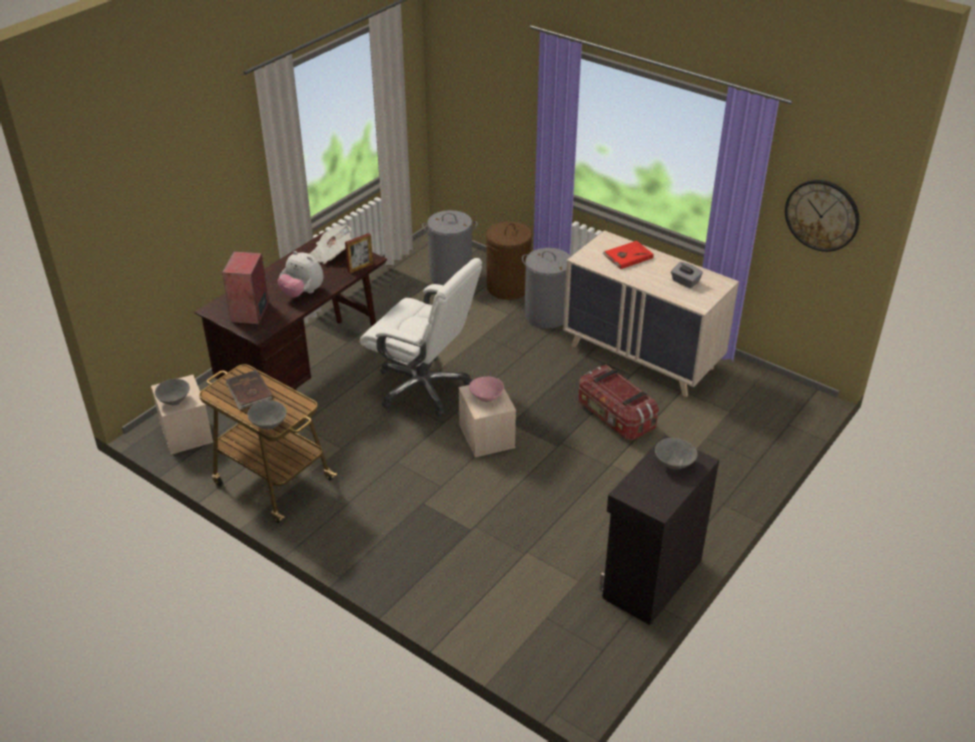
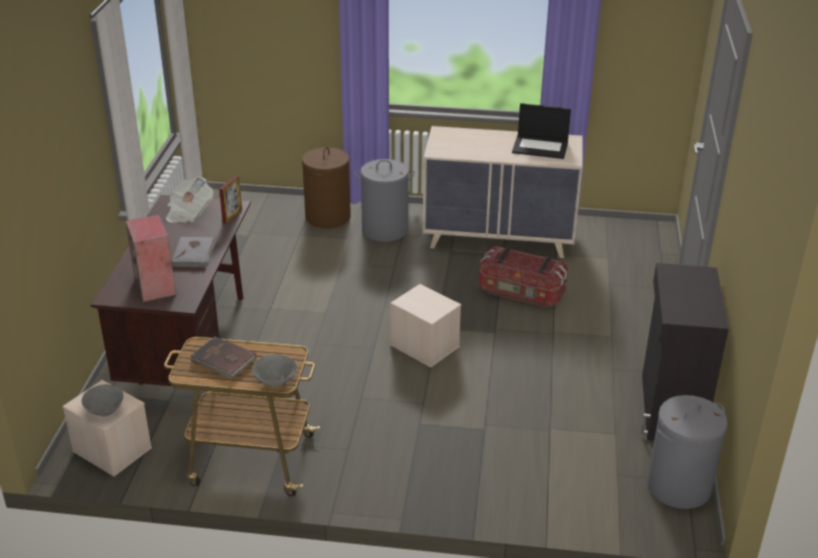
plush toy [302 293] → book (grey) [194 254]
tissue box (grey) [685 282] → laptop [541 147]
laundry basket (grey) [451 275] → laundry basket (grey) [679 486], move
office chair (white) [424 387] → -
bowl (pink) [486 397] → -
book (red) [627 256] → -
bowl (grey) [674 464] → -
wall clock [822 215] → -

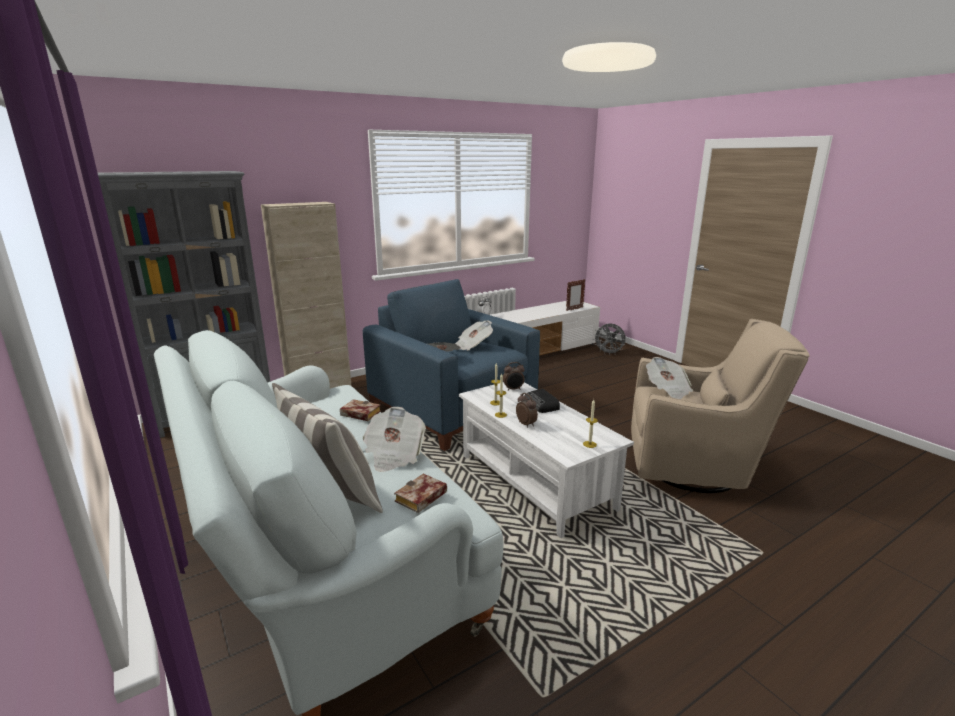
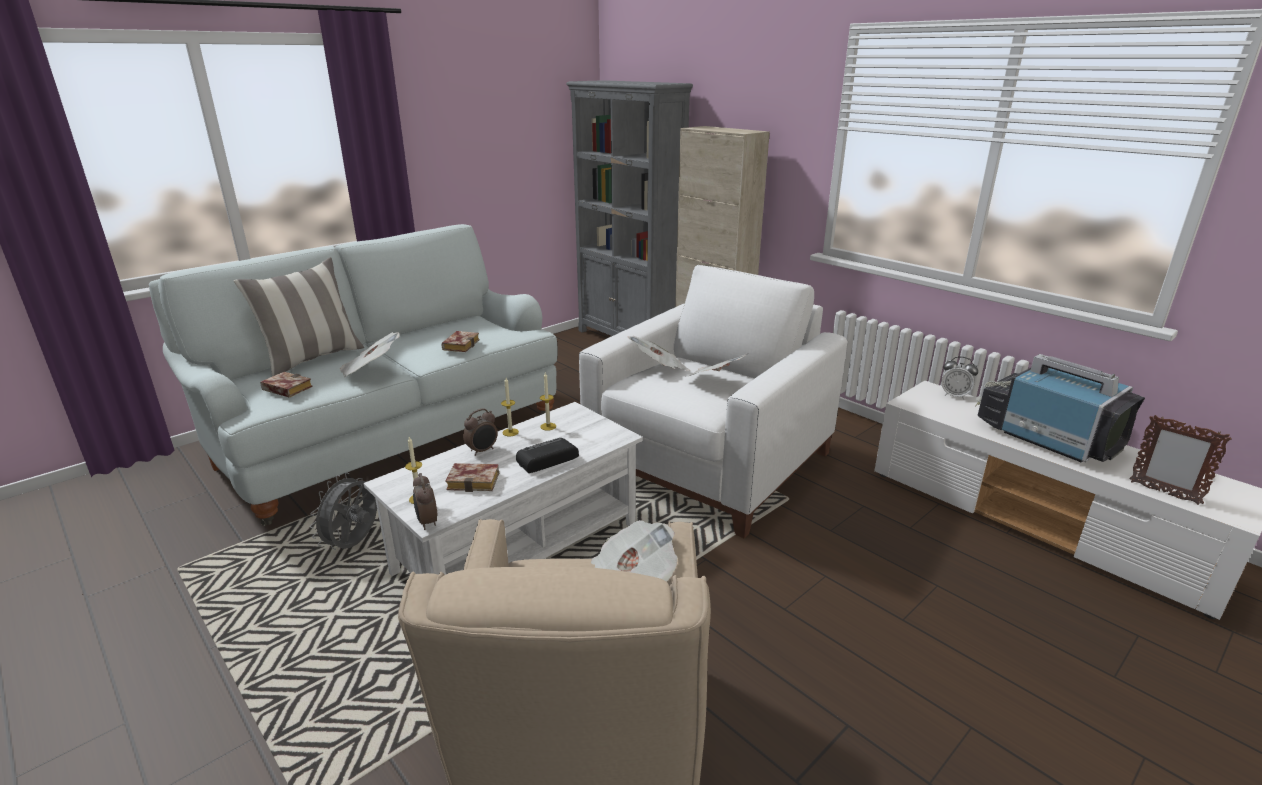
fan (grey) [608 353] → fan (grey) [354 544], move
alarm clock [513 389] → alarm clock [427 522], move
- → book [476 481]
armchair (blue) [454 409] → armchair (white) [709 463]
- → television [1046 437]

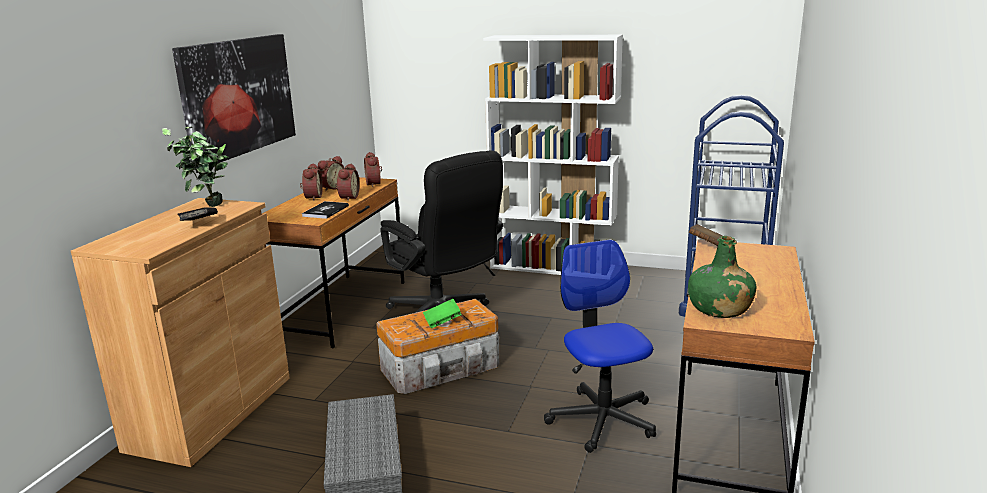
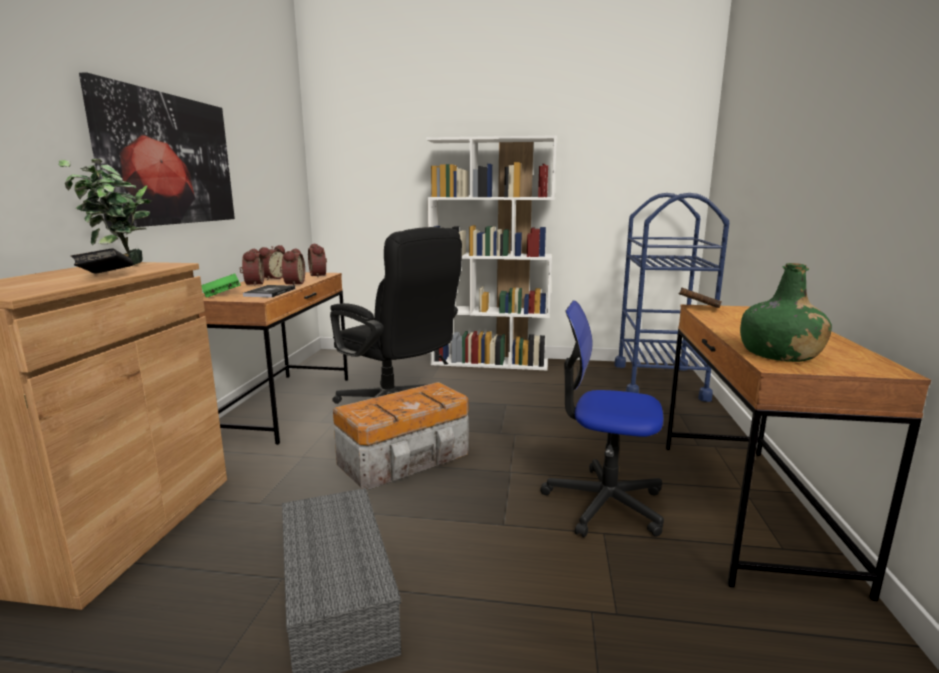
book (green) [442 321] → book (green) [221 294], move
office chair [602 420] → office chair [604 503], 45 degrees counterclockwise

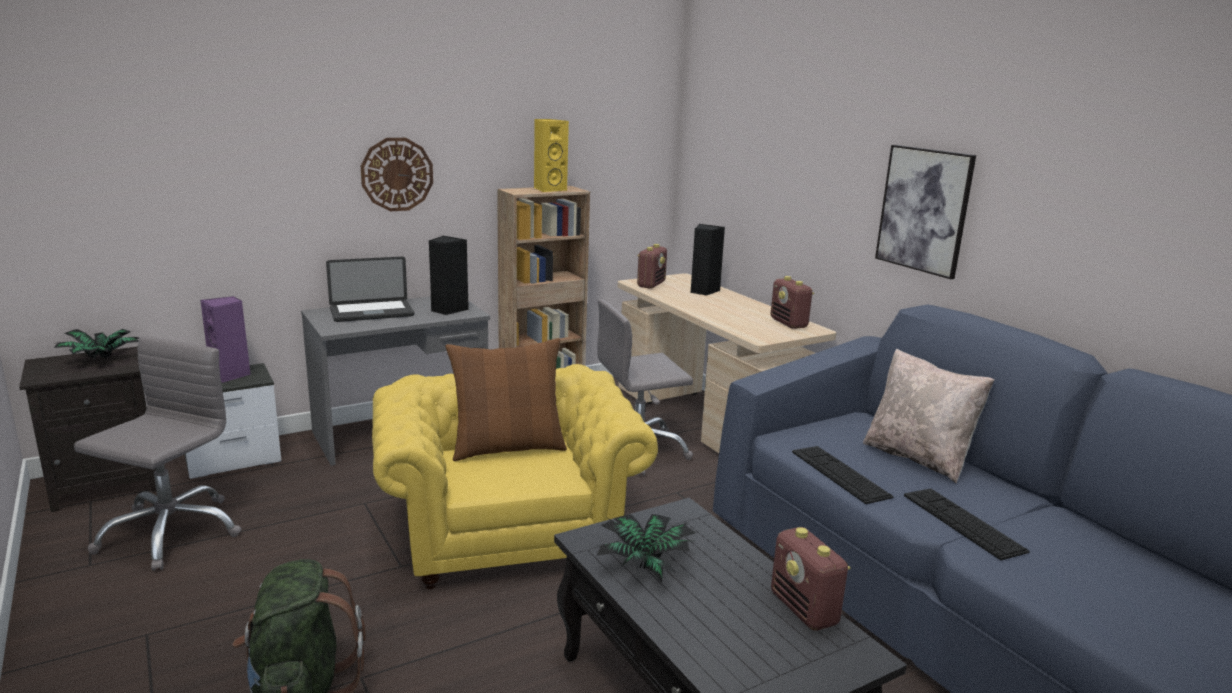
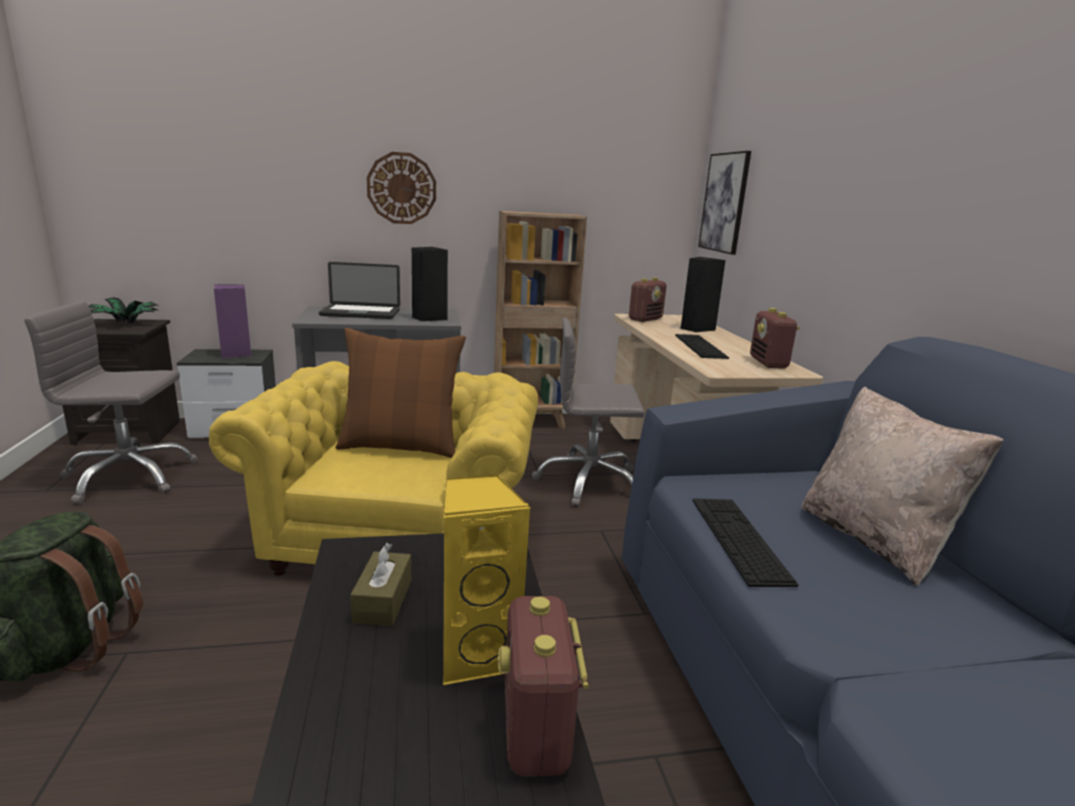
office chair (grey) [170 532] → office chair (grey) [129 476], 135 degrees counterclockwise
potted plant [645 564] → tissue box (brown) [383 600]
speaker (yellow) [549 189] → speaker (yellow) [477 654], move
keyboard [962 522] → keyboard [700 346], move
picture [924 210] → picture [724 203], move

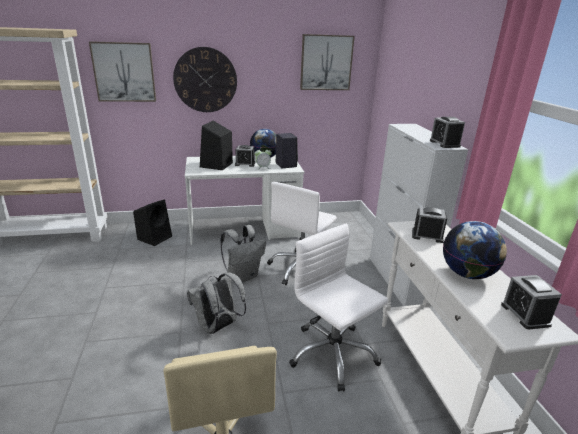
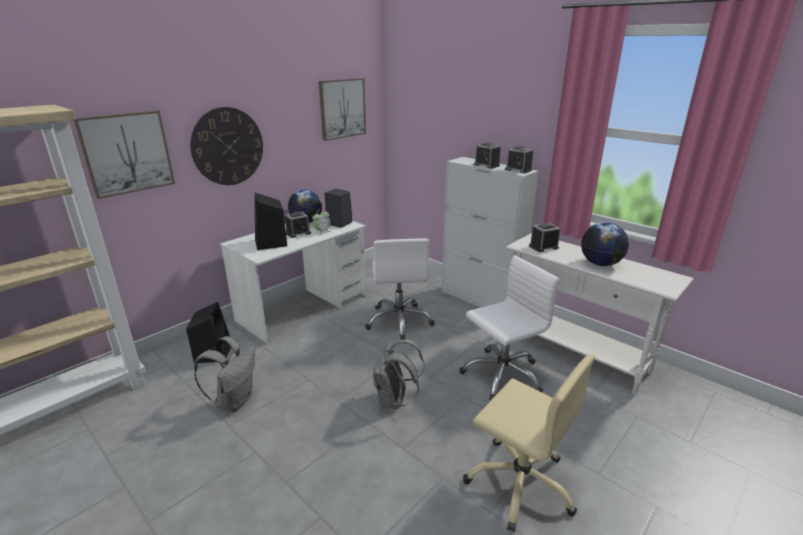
backpack (grey) [243 276] → backpack (grey) [234 400], move
office chair (white) [332 354] → office chair (white) [502 375], 135 degrees clockwise
alarm clock [525 314] → alarm clock [486 165], move

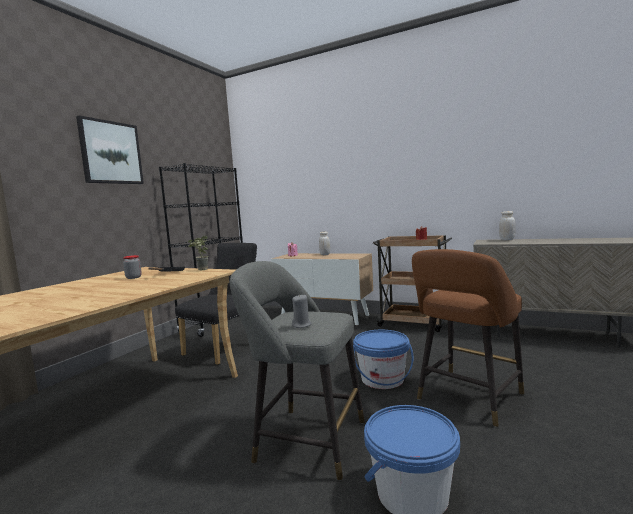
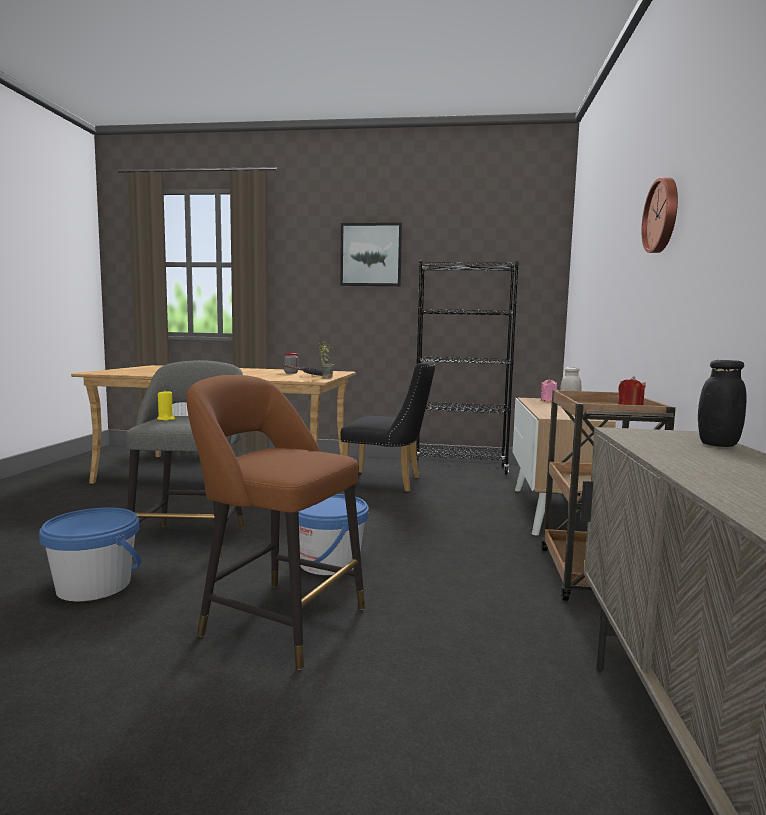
candle (grey) [302 325] → candle (yellow) [166 419]
- → wall clock [663 215]
jar (white) [507 240] → jar (black) [718 444]

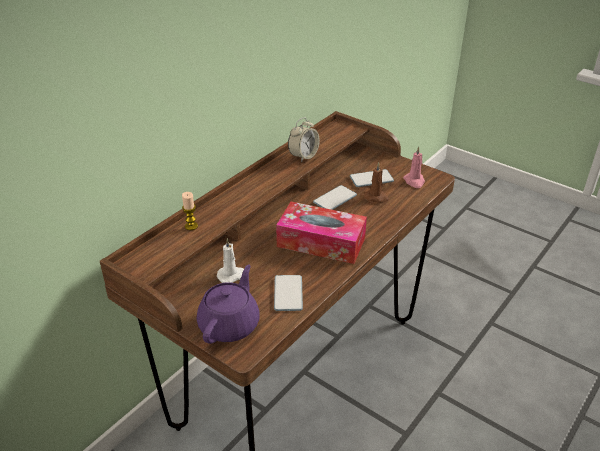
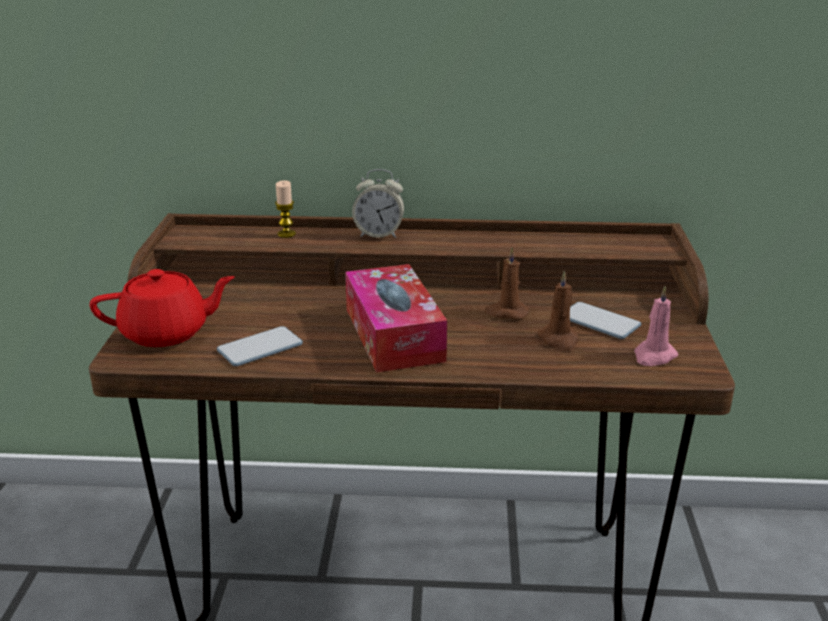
teapot (purple) [230 324] → teapot (red) [167 333]
alarm clock [303 156] → alarm clock [379 234], move
phone [335 199] → candle (brown) [506 312]
candle (white) [231 275] → -

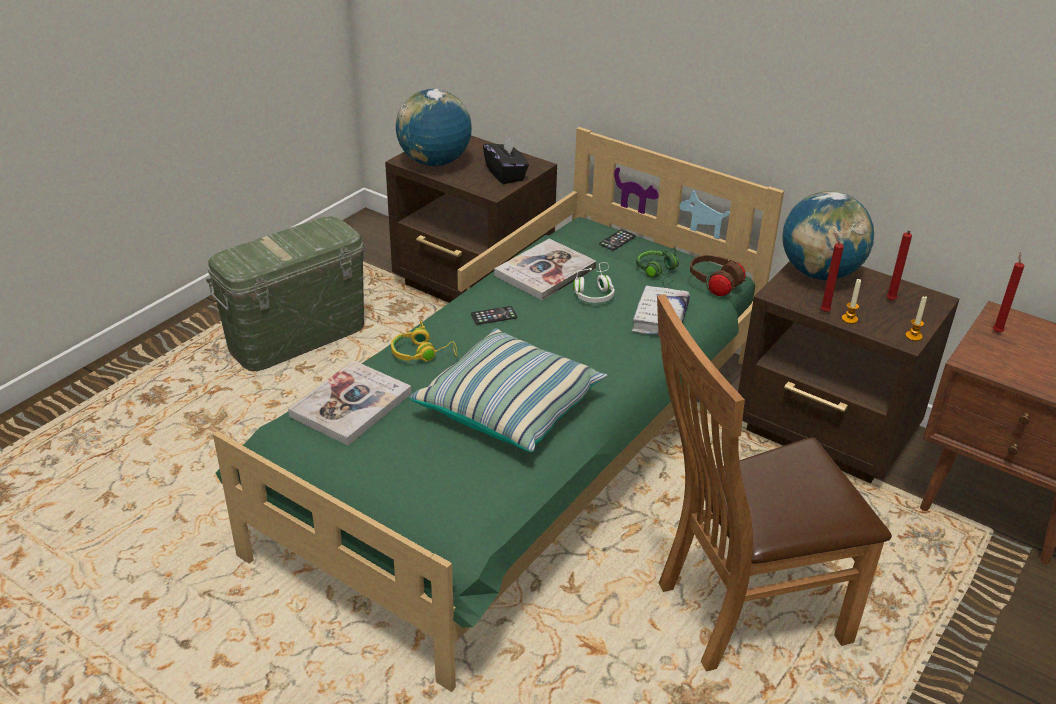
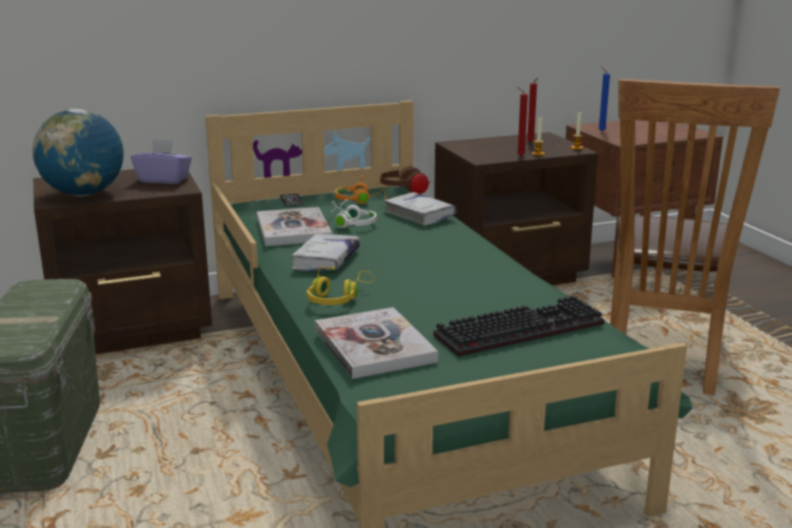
tissue box (black) [505 174] → tissue box (purple) [164 180]
phone [494 316] → book (white) [326 260]
headphones (green) [658 272] → headphones (orange) [360 201]
- → keyboard [520 328]
candle (red) [997 331] → candle (blue) [600 131]
pillow [510 407] → -
globe [819 274] → -

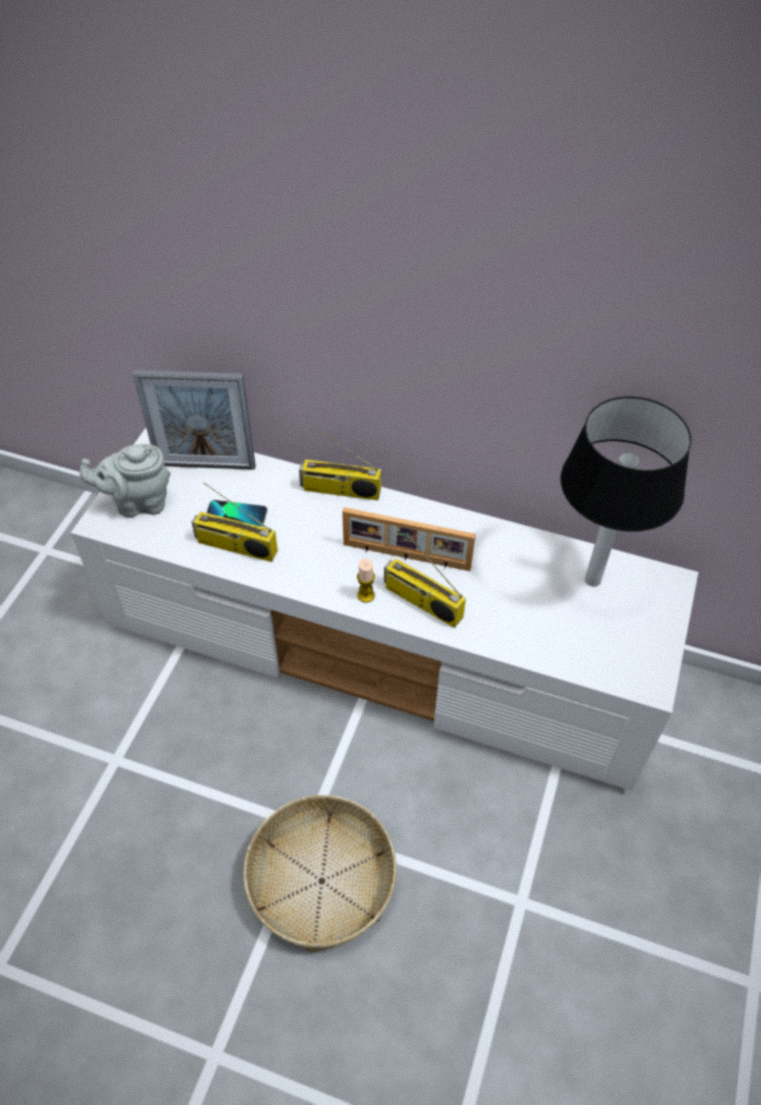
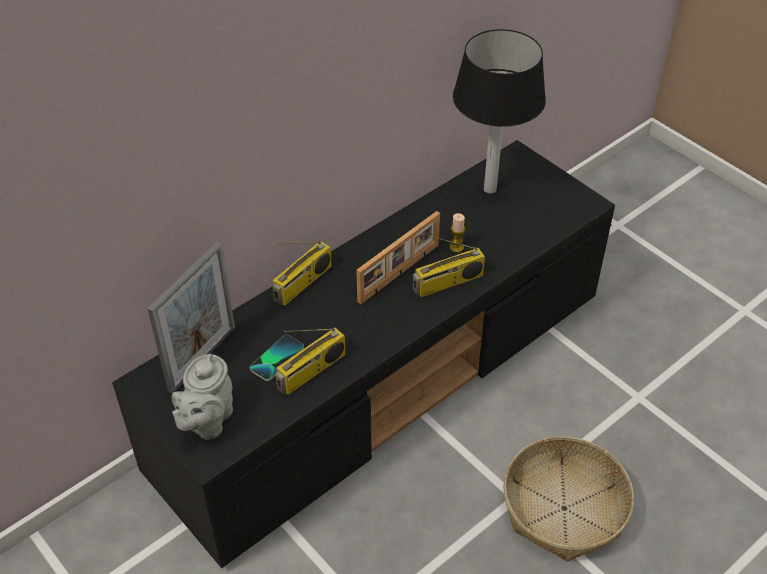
tv stand (white) [383 647] → tv stand (black) [384 380]
candle [366 595] → candle [456 247], move

